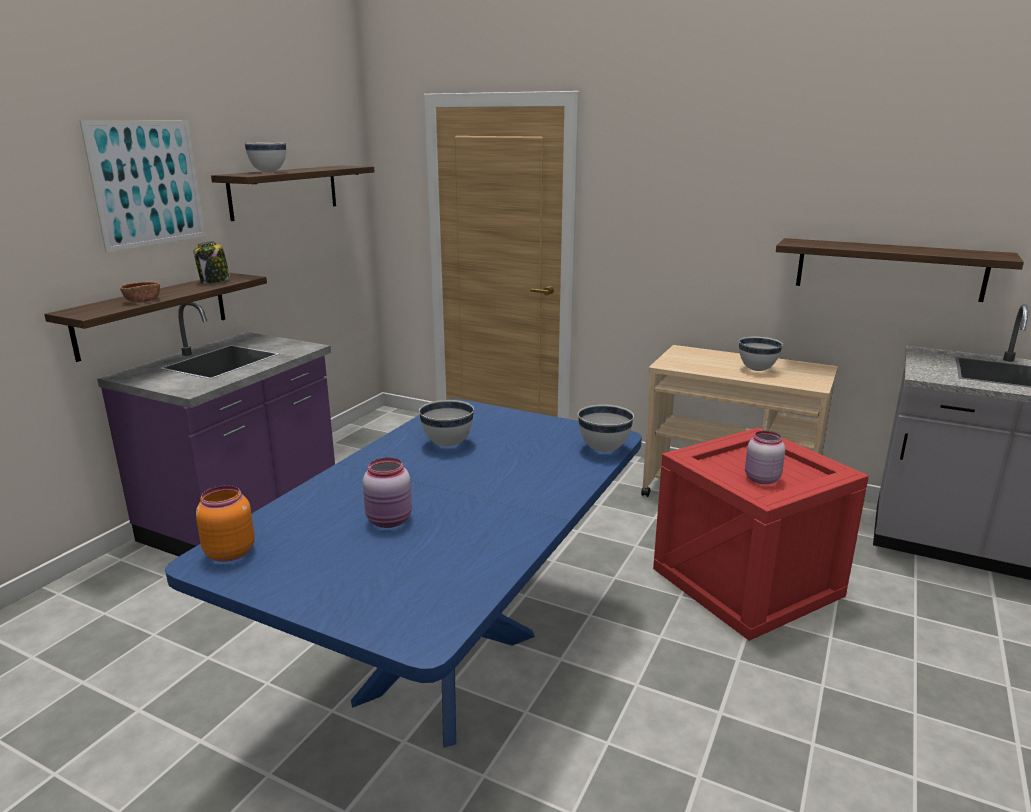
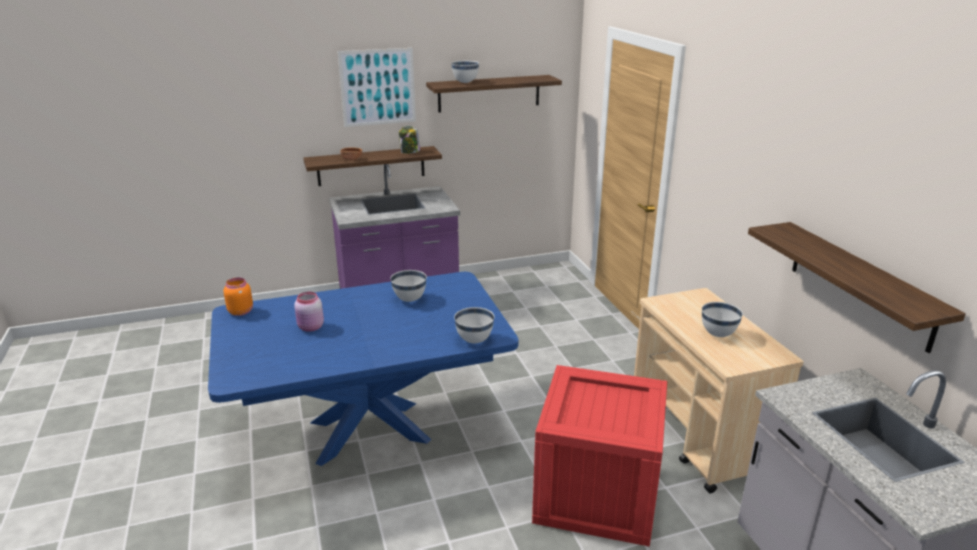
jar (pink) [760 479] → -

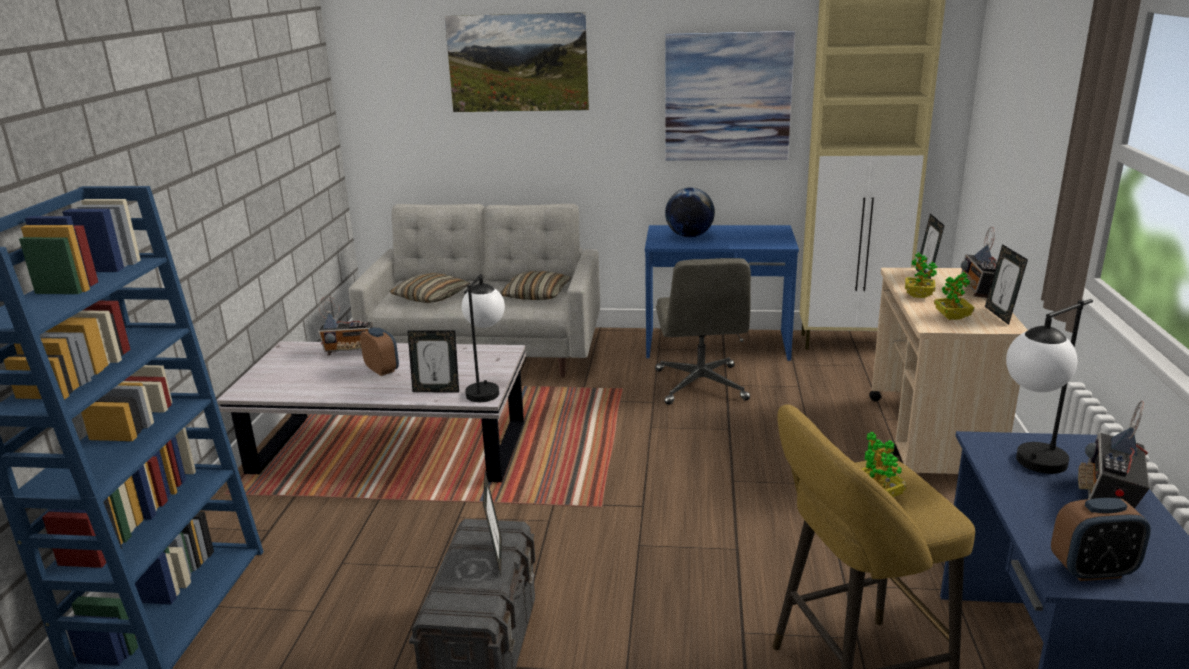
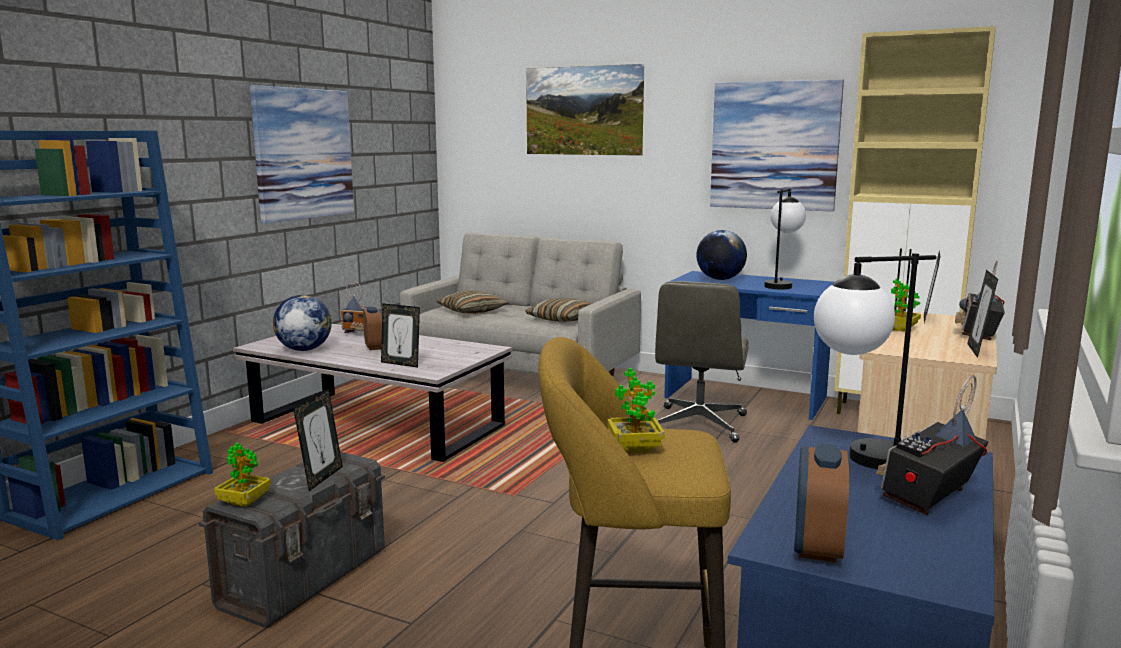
potted plant [952 317] → potted plant [244 502], move
- → picture [303 154]
- → globe [304 350]
table lamp [486 388] → table lamp [781 285], move
alarm clock [1092 571] → alarm clock [817 546], 90 degrees clockwise

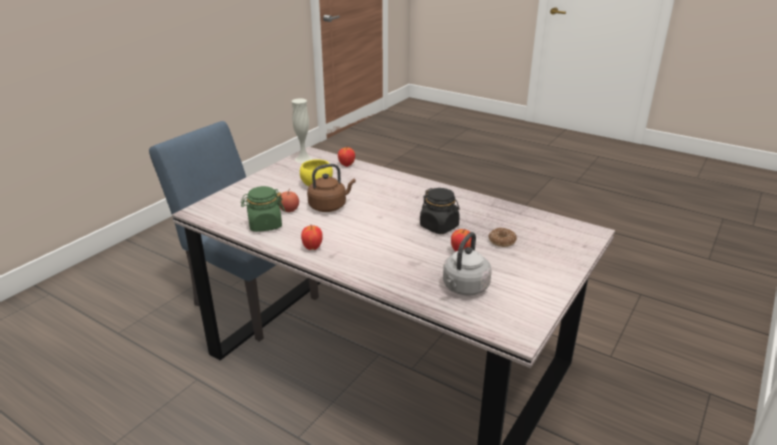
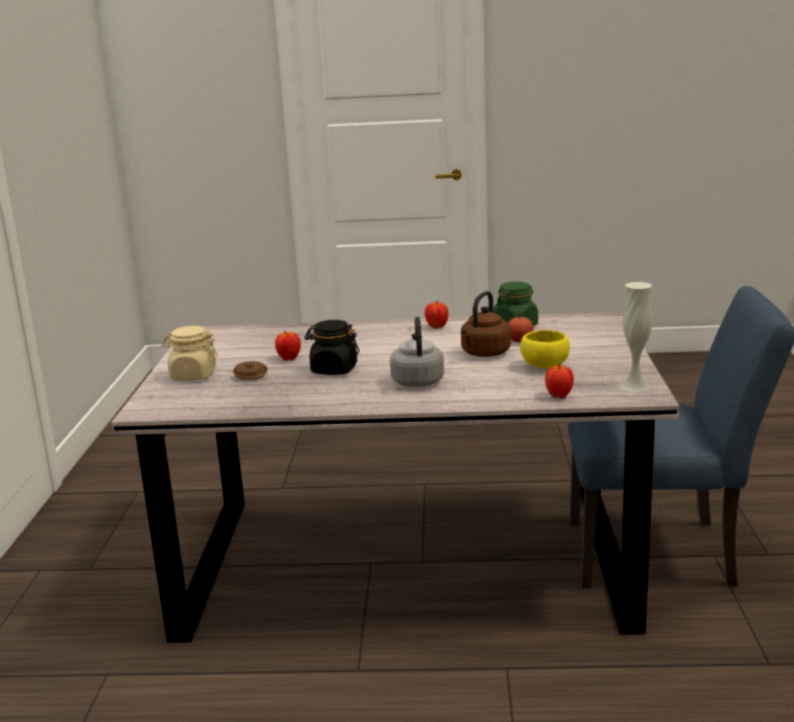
- → jar (beige) [193 375]
kettle (grey) [464 288] → kettle (grey) [417 381], move

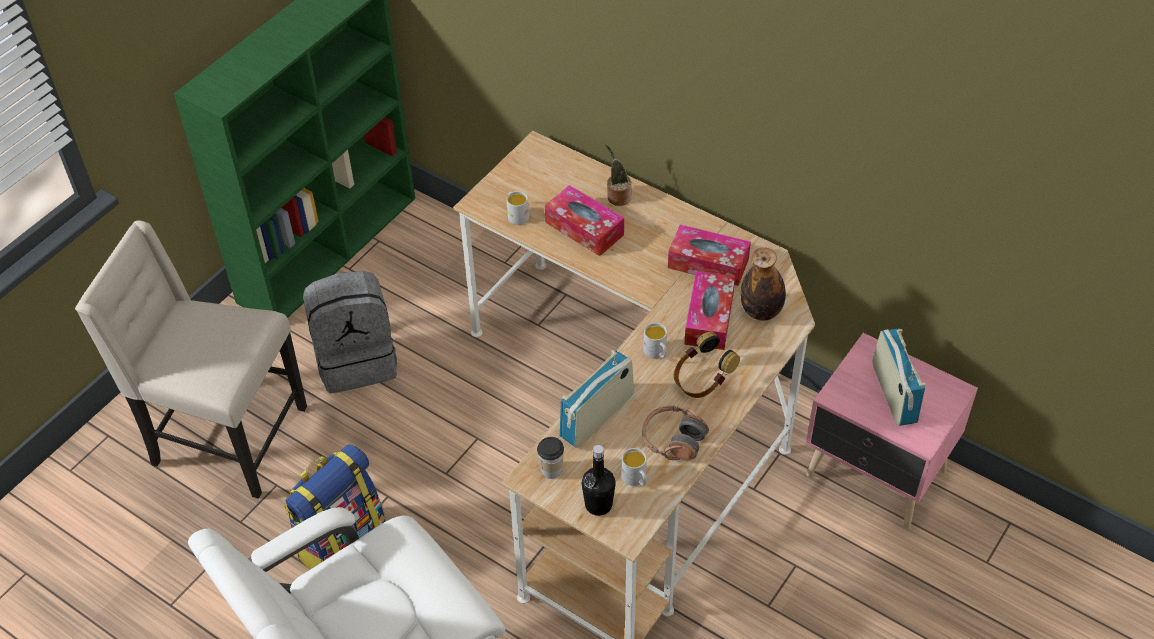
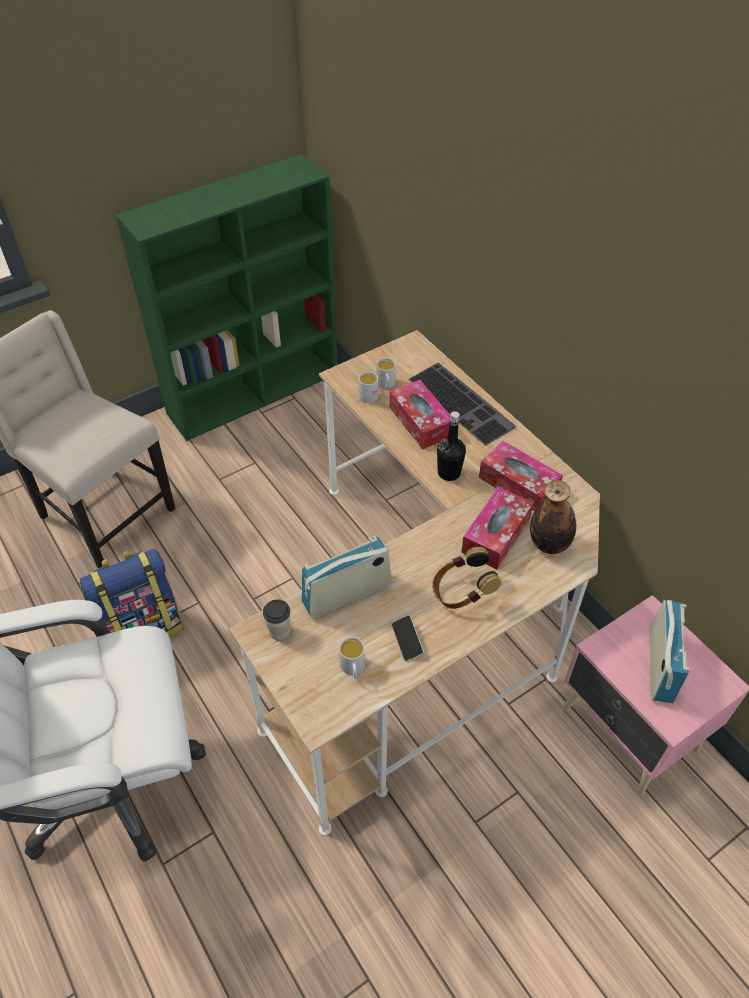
mug (white) [657 353] → mug (white) [386 385], move
headphones [673 440] → phone [407 641]
potted plant [617 196] → keyboard [463 403]
bottle (black) [598 505] → bottle (black) [449 473], move
backpack (grey) [357 360] → -

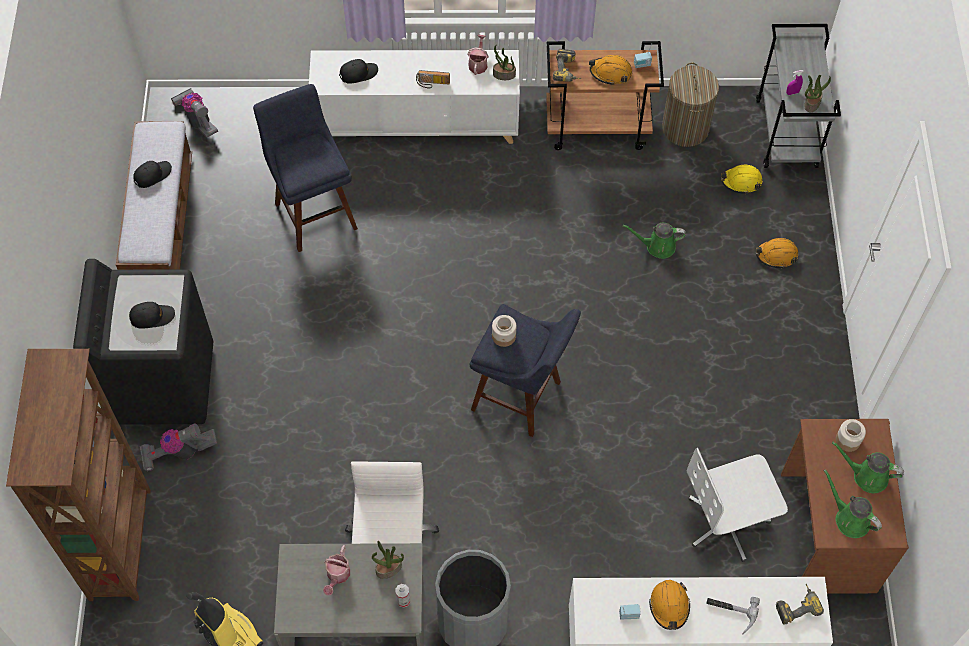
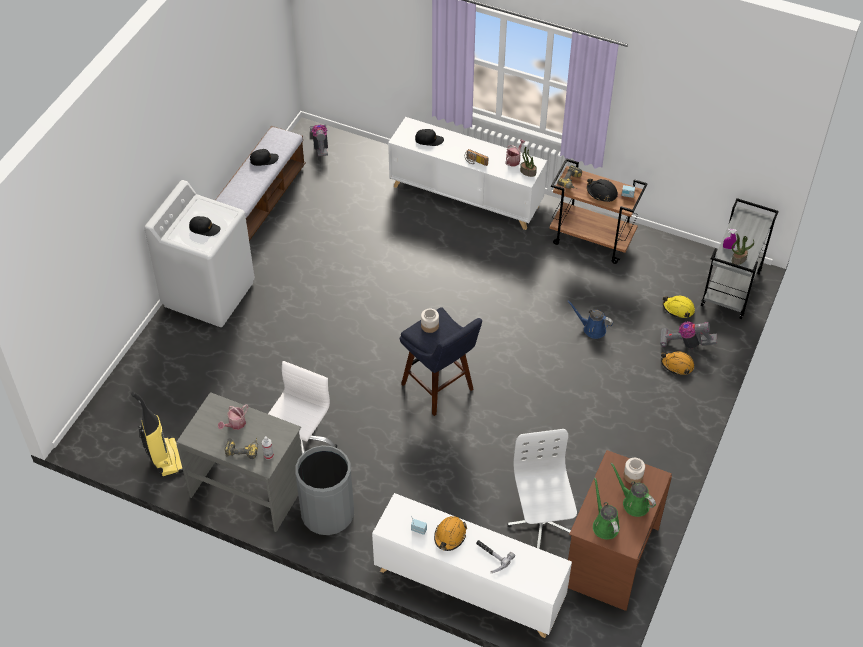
washing machine (black) [162 382] → washing machine (white) [209 293]
power drill [796 605] → power drill [243 449], move
office chair (white) [727 523] → office chair (white) [541 522], 75 degrees clockwise
watering can (green) [657 246] → watering can (blue) [592 329]
hard hat (orange) [610 73] → hard hat (black) [601 193]
vacuum cleaner [179 453] → vacuum cleaner [686 343], move
bookcase (brown) [121 543] → -
stool (blue) [313 211] → -
potted plant [389 568] → -
laundry basket [685 128] → -

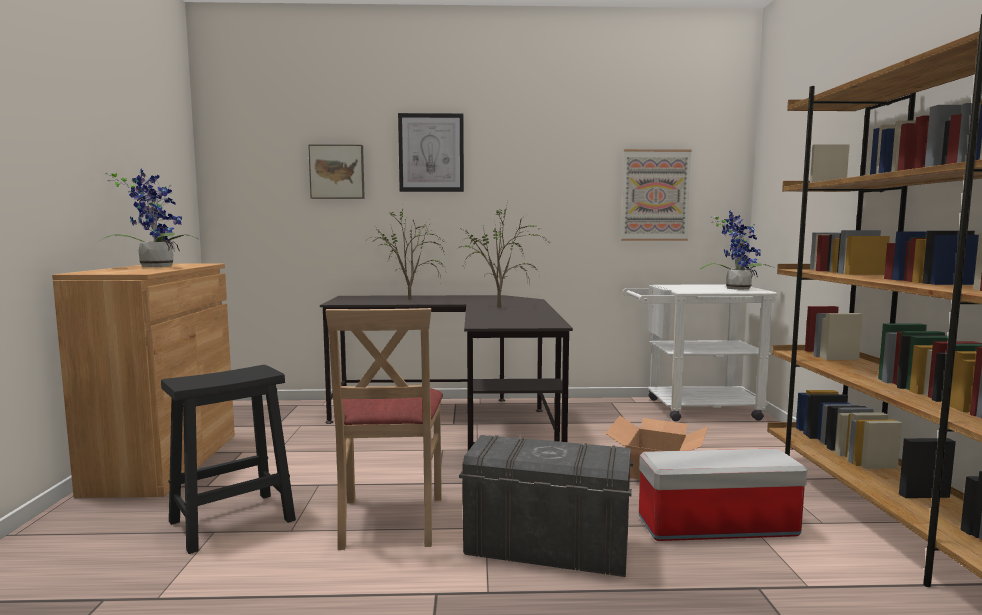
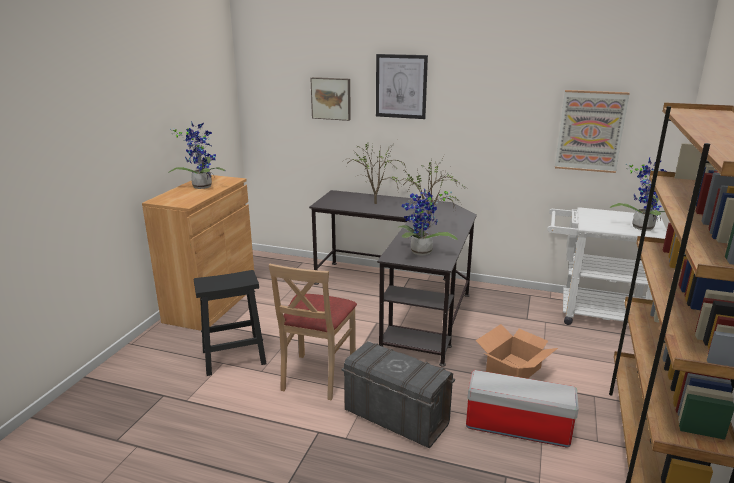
- → potted plant [421 253]

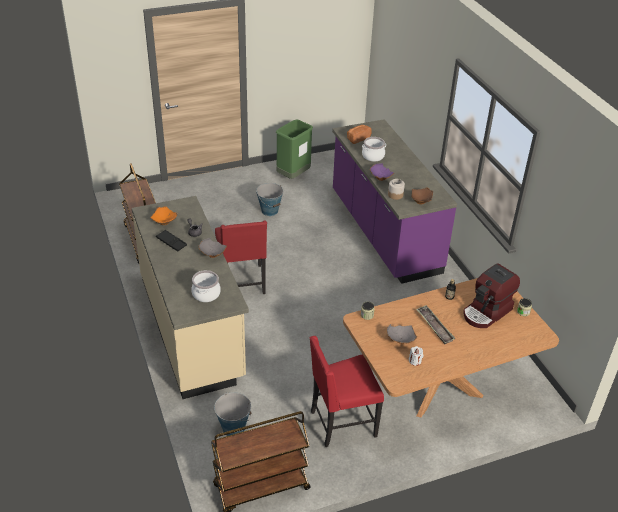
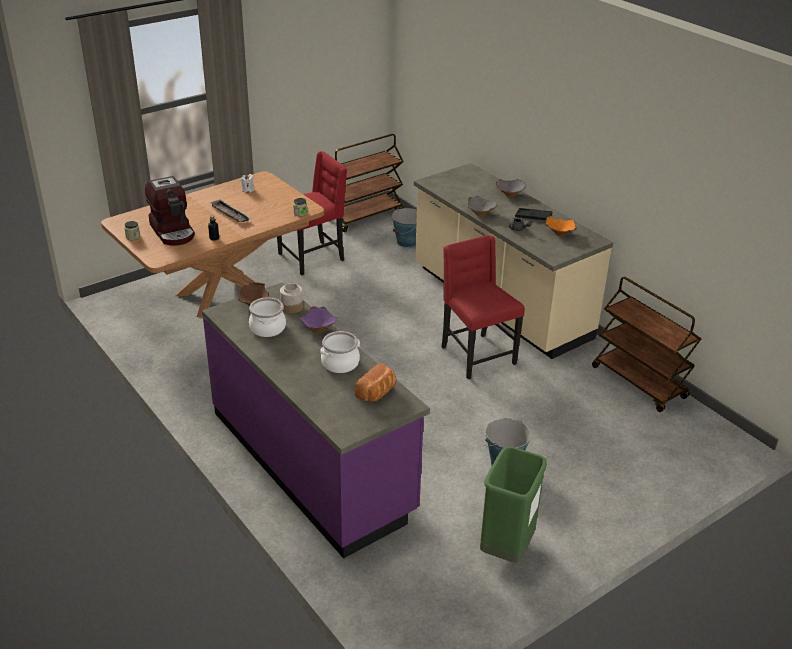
coffee machine [487 312] → coffee machine [173 231], 120 degrees clockwise
cooking pot [206 294] → cooking pot [268 328], move
bowl (grey) [400 340] → bowl (grey) [509 194], move

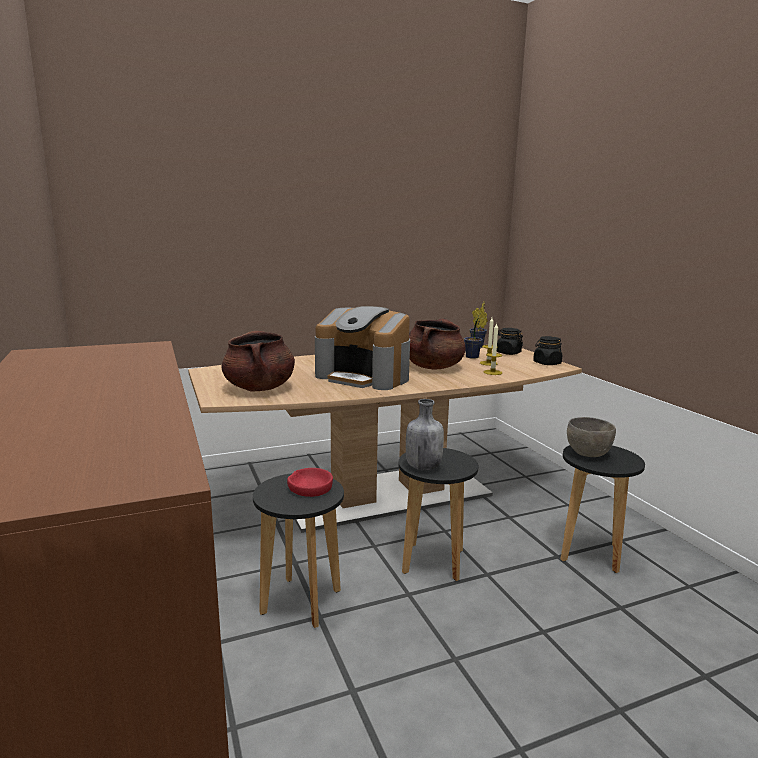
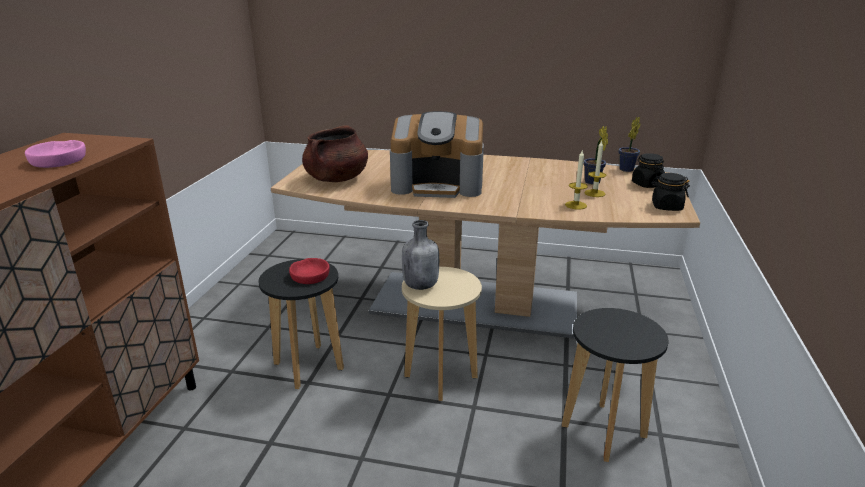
- → bowl (pink) [59 160]
coffee machine [364 377] → coffee machine [438 185], 60 degrees counterclockwise
stool (black) [433 562] → stool (beige) [440 377]
cooking pot (brown) [433 367] → -
bowl (grey) [588 454] → -

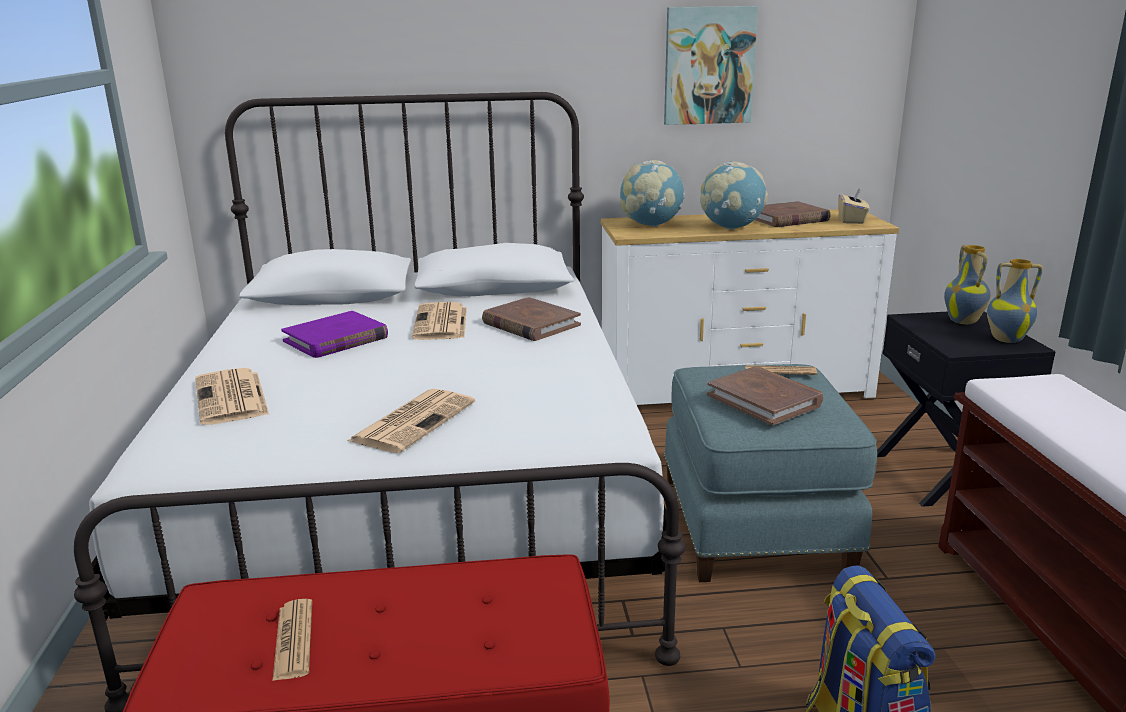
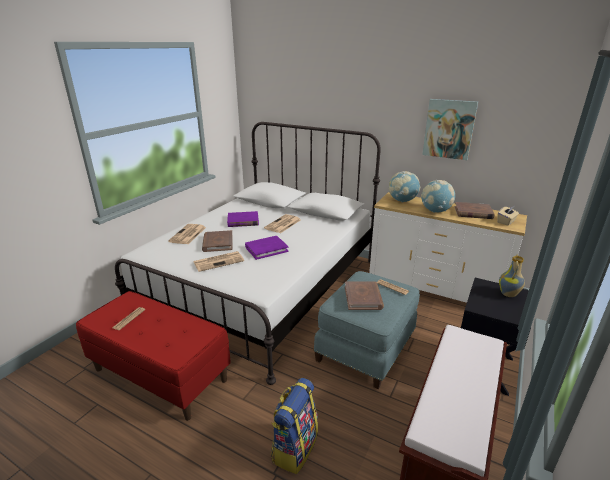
book (brown) [530 324] → book (brown) [218 243], move
- → book (purple) [266 249]
vase [1006 339] → -

